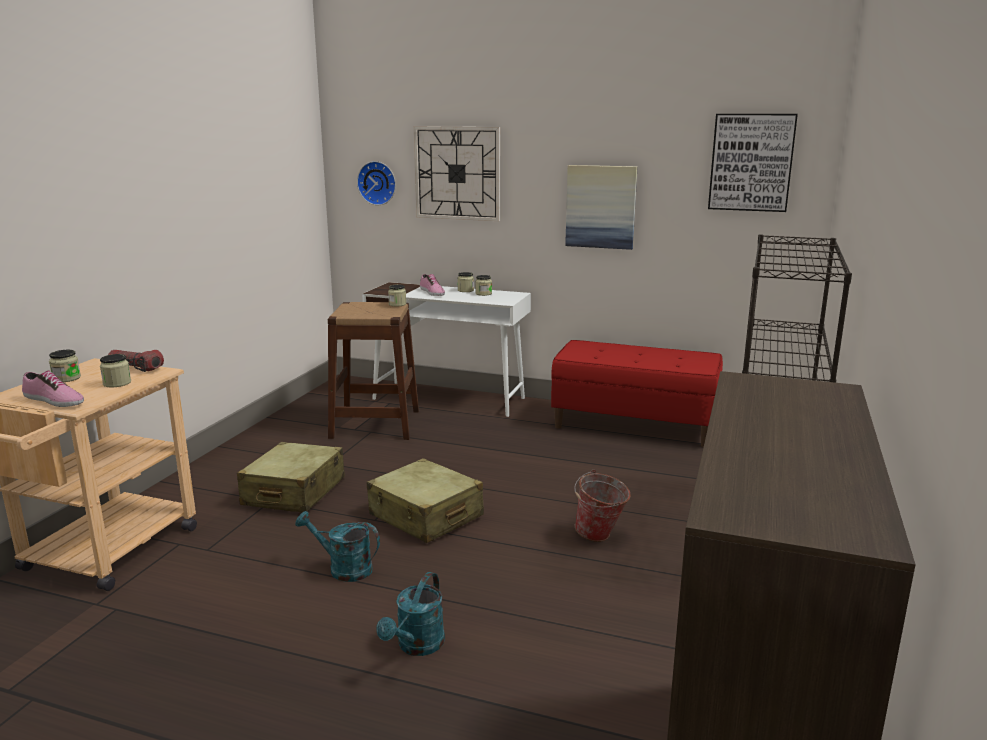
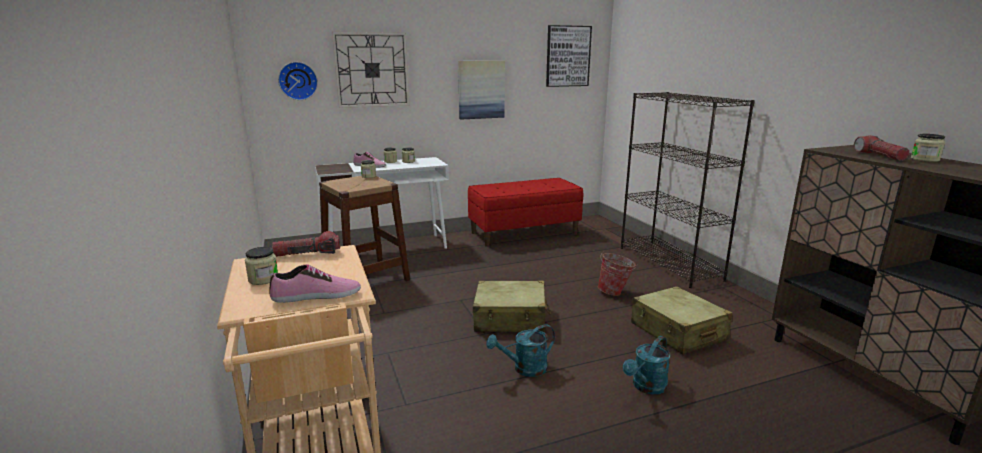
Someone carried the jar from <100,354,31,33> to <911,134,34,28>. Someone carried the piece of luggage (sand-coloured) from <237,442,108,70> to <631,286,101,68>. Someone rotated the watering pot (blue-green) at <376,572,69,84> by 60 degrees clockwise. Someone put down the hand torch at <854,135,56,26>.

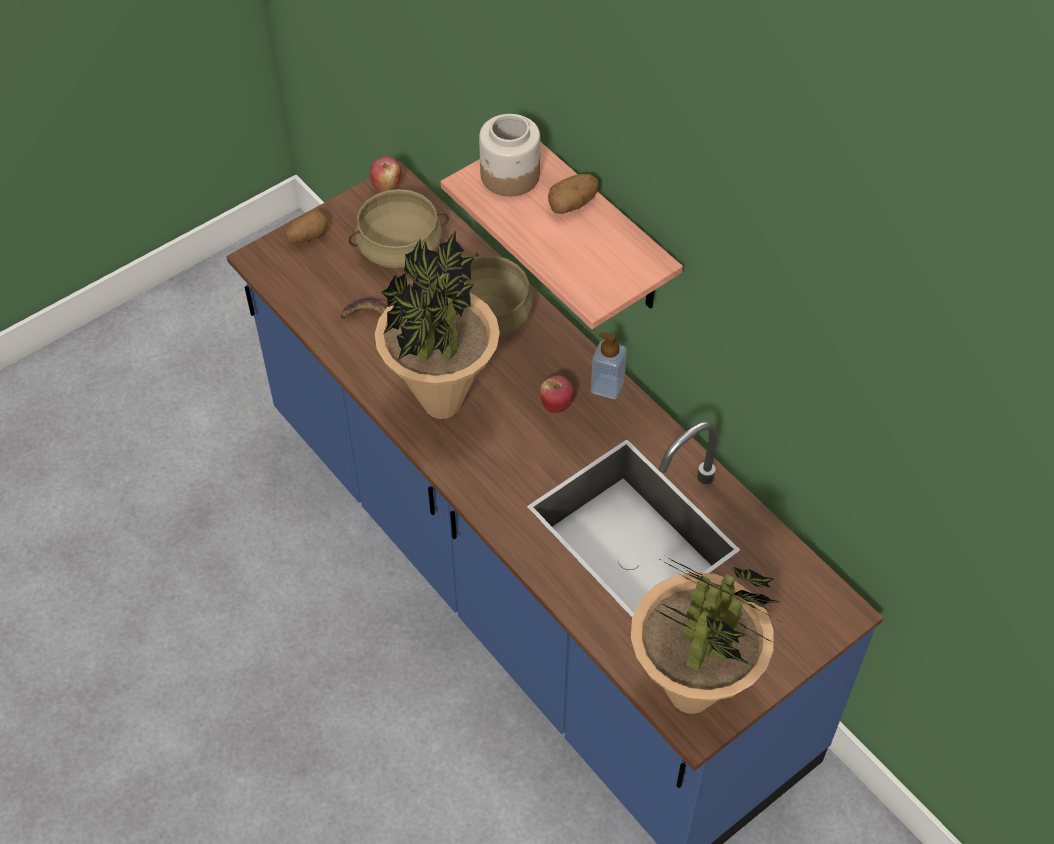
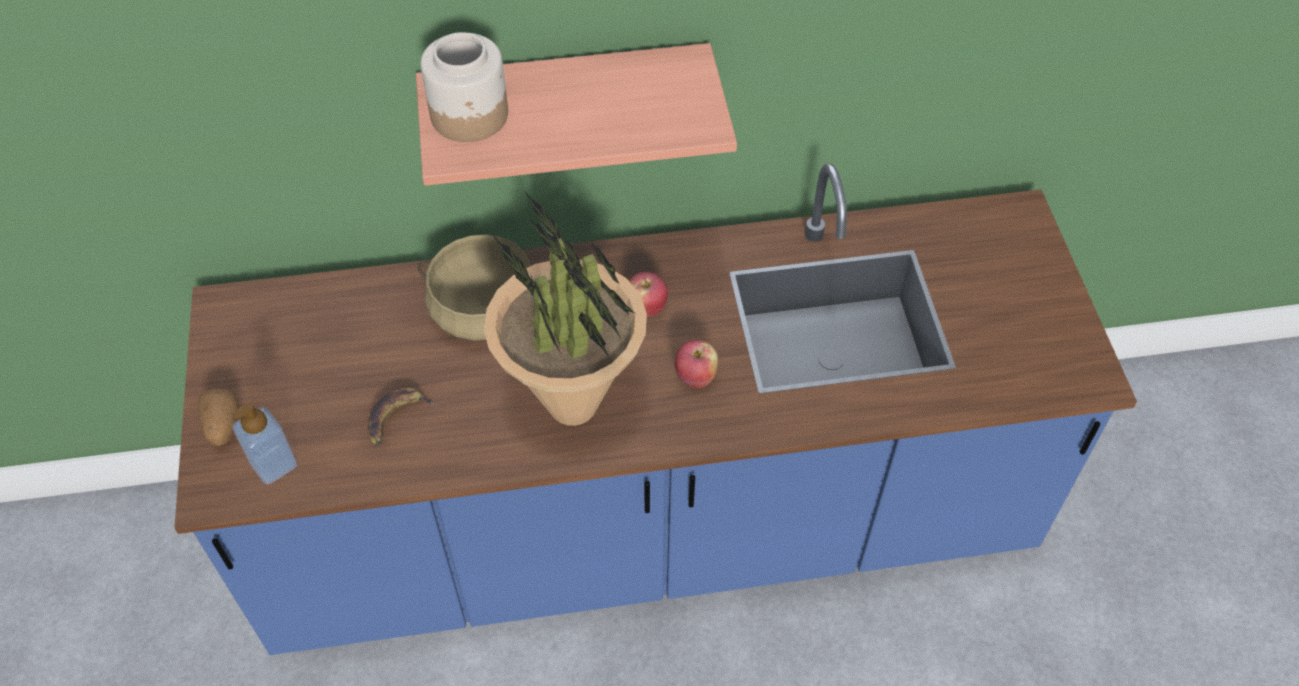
Someone took away the cooking pot (sand-coloured) at <349,189,100,80>. Someone carried the apple fruit from <370,157,31,35> to <675,340,43,48>. Someone took away the spud at <548,174,50,40>. Someone carried the liquid soap bottle from <591,332,36,67> to <232,403,65,81>. Someone took away the houseplant at <631,557,162,157>.

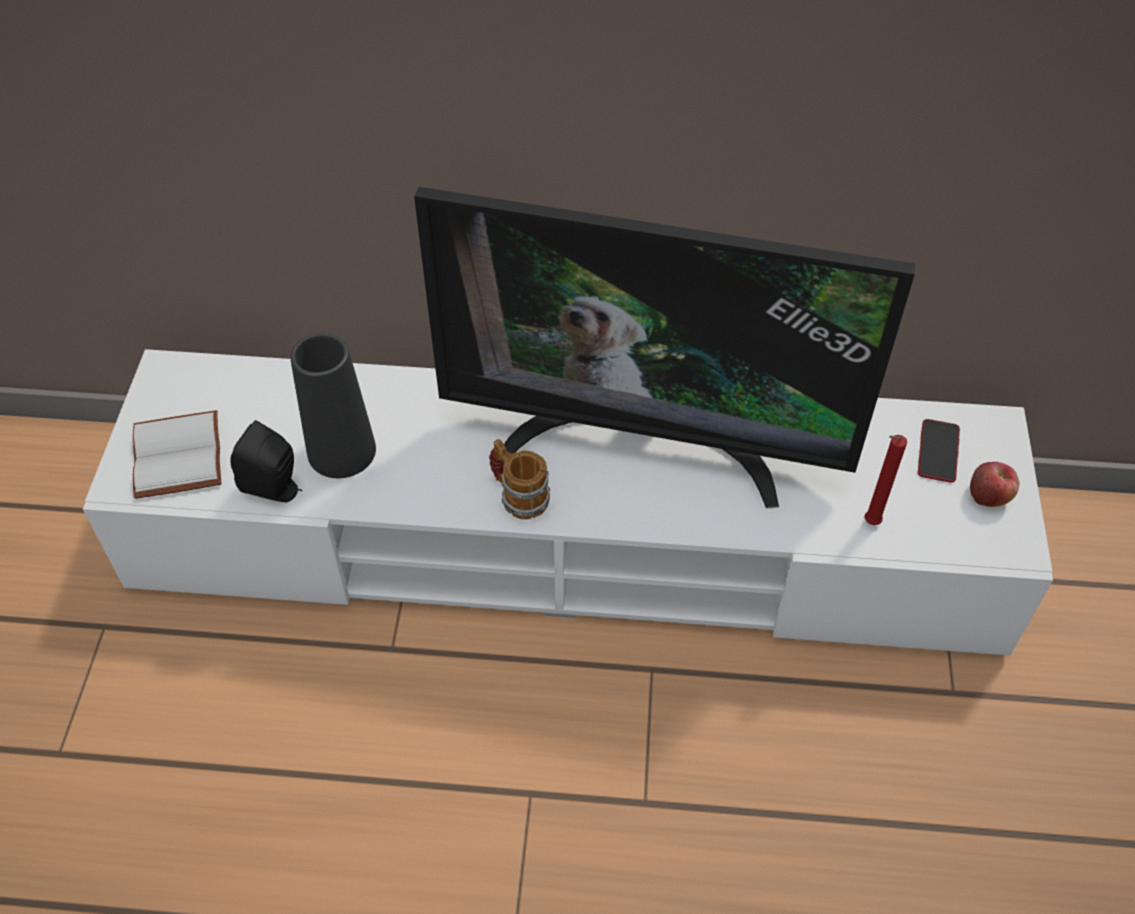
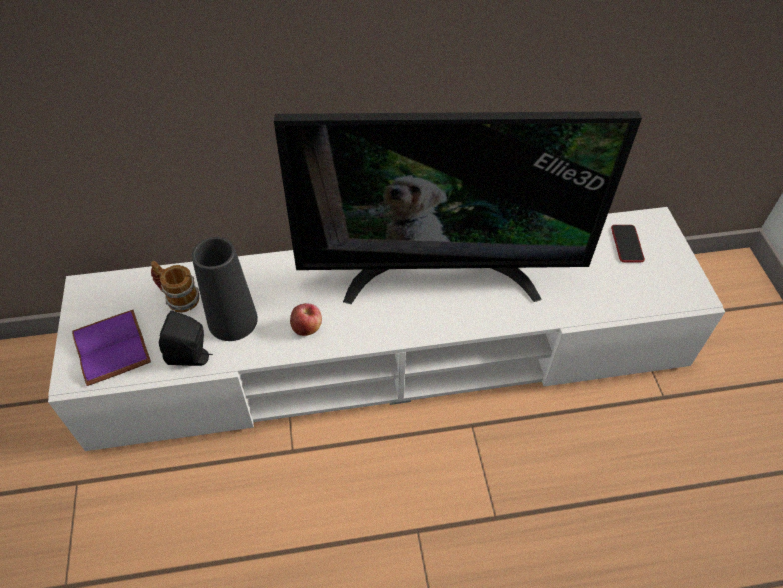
Someone repainted the book (whitish) at <133,410,89,89>, which became the book (purple-coloured) at <72,310,79,76>. Someone carried the tea mug from <489,439,61,80> to <150,261,49,52>. Someone took away the candle (red) at <864,435,43,90>. Someone carried the apple fruit from <970,462,49,45> to <290,303,32,33>.

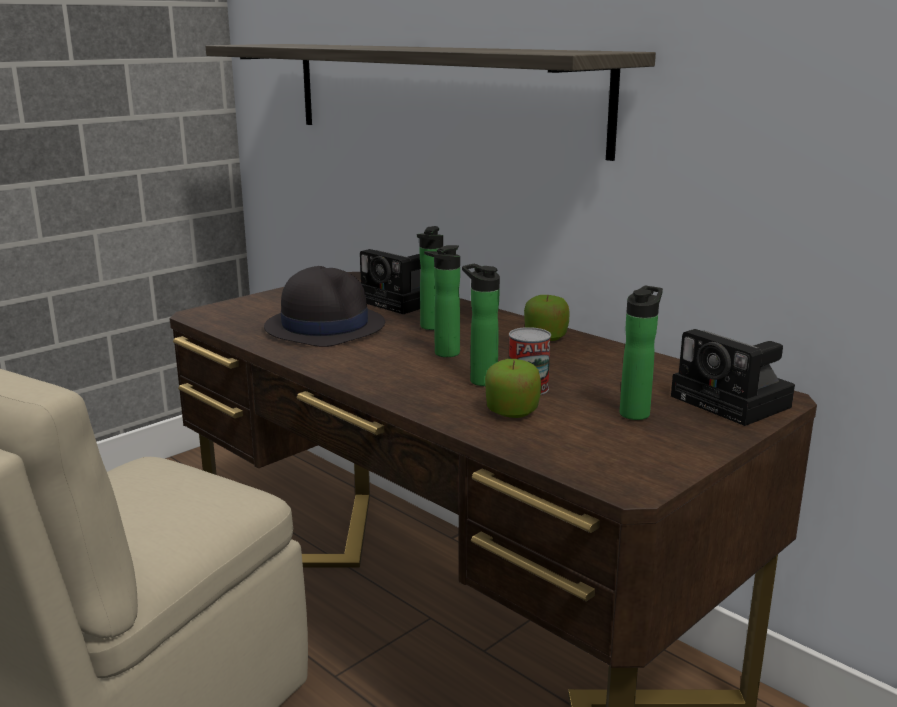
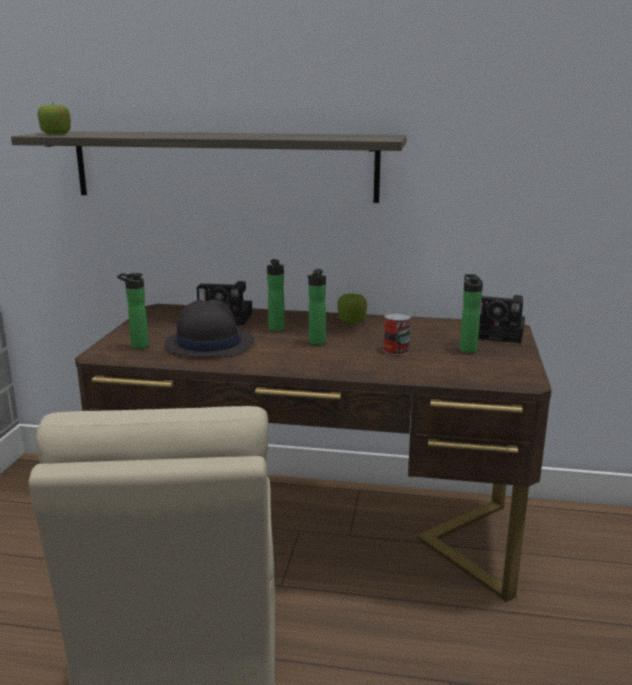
Someone carried the drink bottle from <462,264,38,122> to <117,273,32,76>. Someone carried the apple fruit from <485,359,56,59> to <38,102,33,32>.

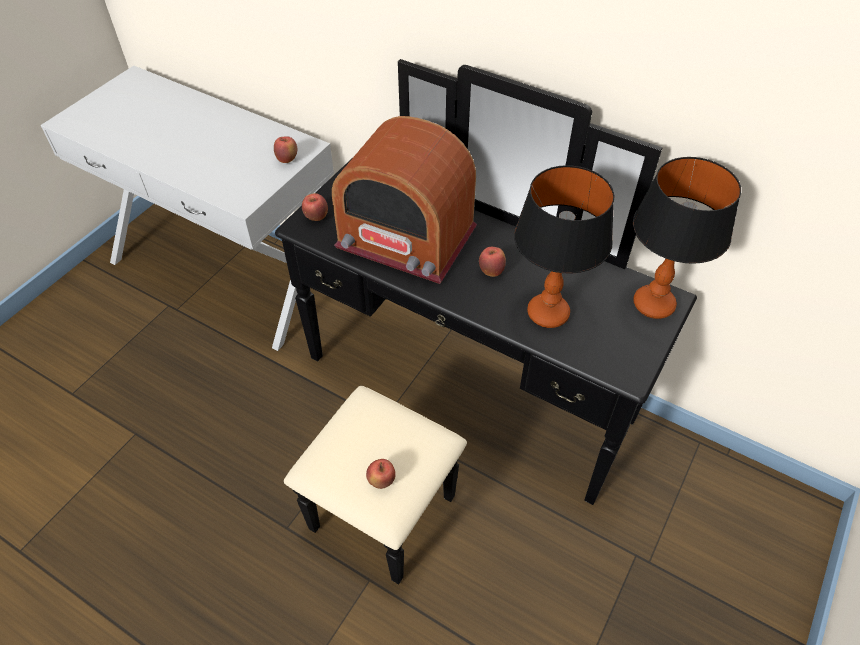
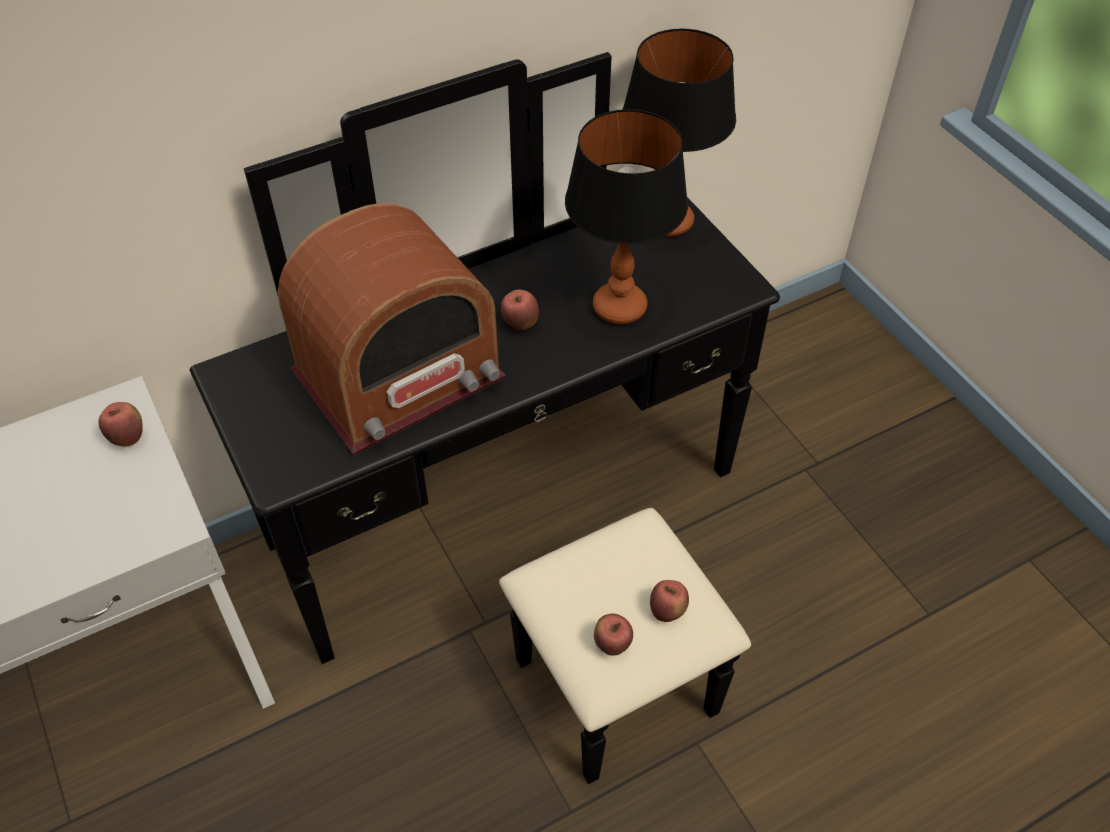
Someone carried the apple fruit from <302,193,26,28> to <594,614,39,42>.

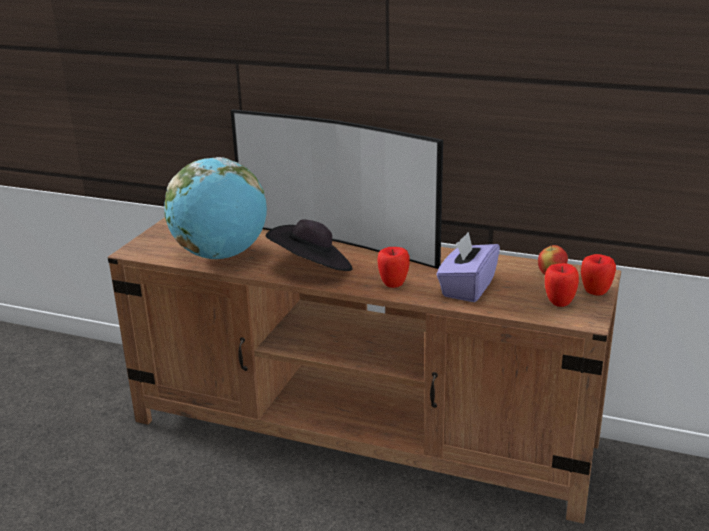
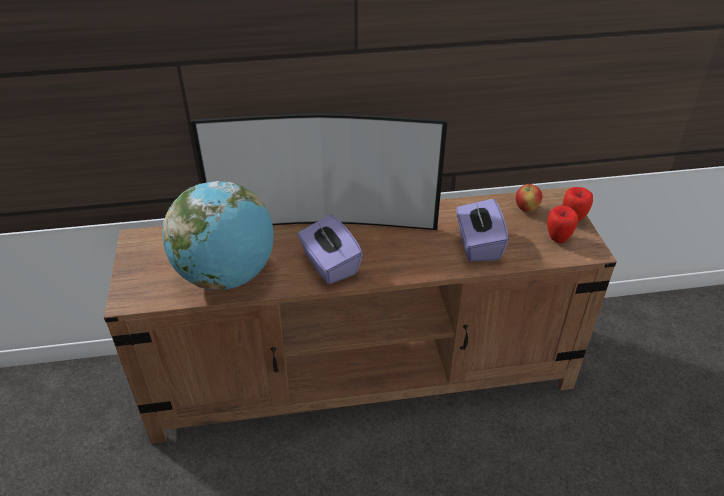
Someone swapped the wearable hat (blackish) at <265,219,88,52> for the tissue box (purple-coloured) at <297,215,66,69>. Someone took away the apple fruit at <377,247,33,41>.

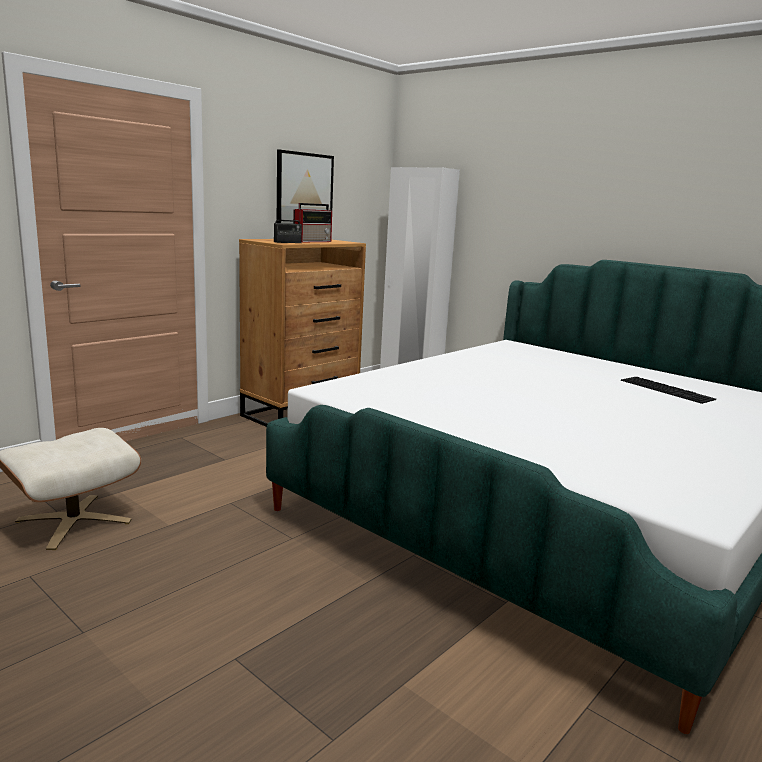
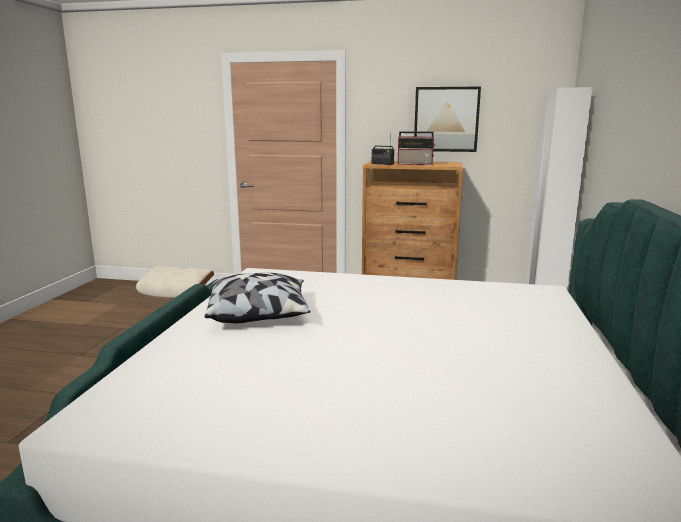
Someone took away the computer keyboard at <621,377,95,27>. Someone put down the cushion at <205,273,106,50>.

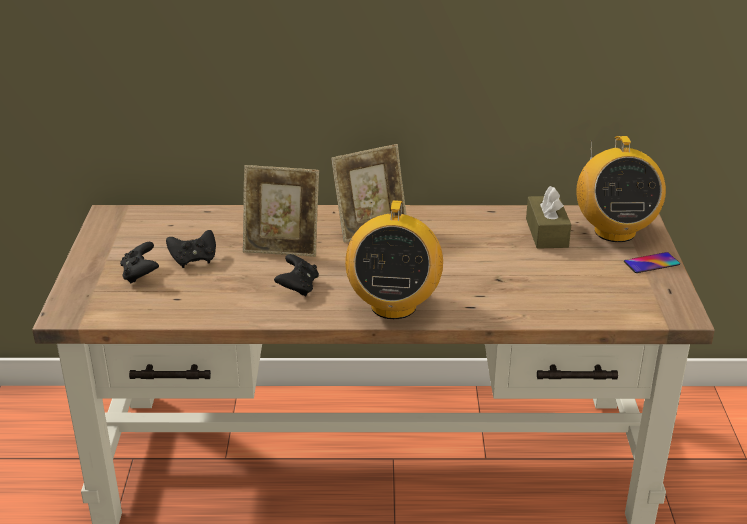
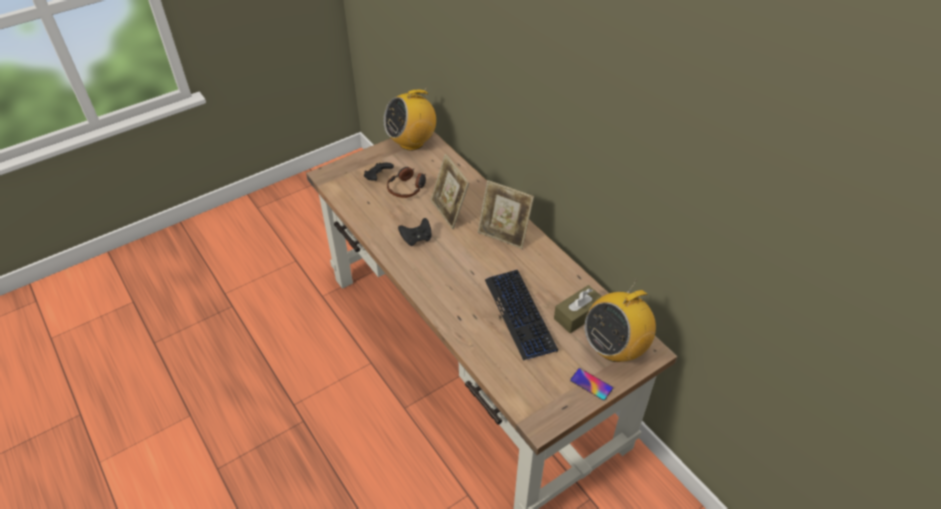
Someone swapped the joypad (blackish) at <166,230,50,38> for the headset at <387,167,39,31>. Someone carried the radio receiver from <345,200,98,119> to <384,87,52,64>. Someone put down the computer keyboard at <485,270,73,91>.

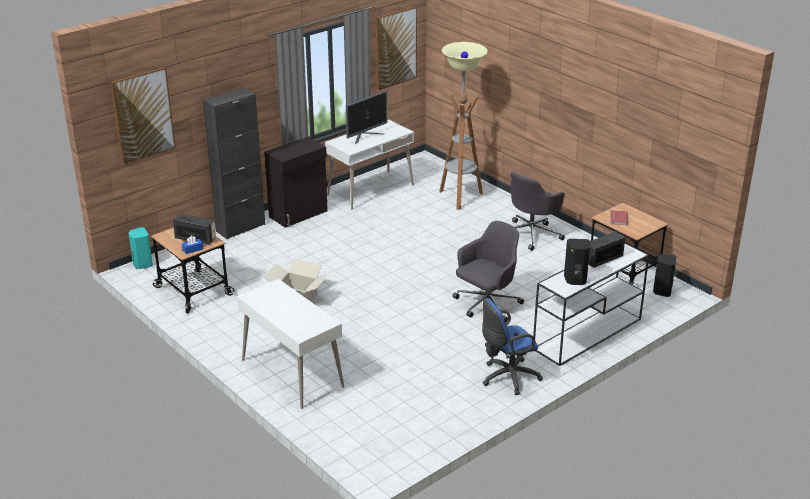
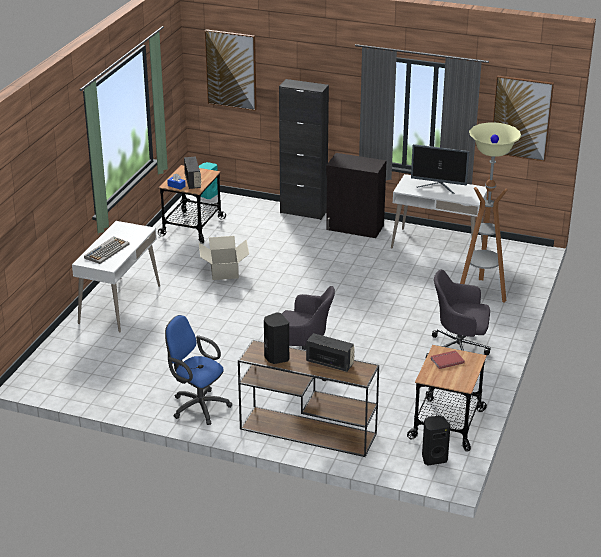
Someone repainted the narrow table (whitish) at <533,243,116,123>, which became the narrow table (brown) at <238,339,141,118>. Someone put down the computer keyboard at <84,236,45,28>.

